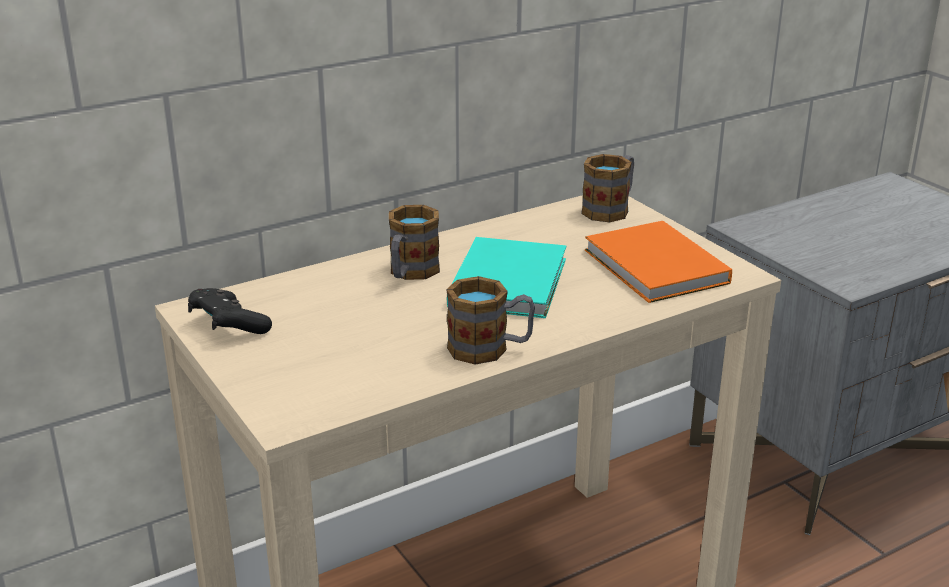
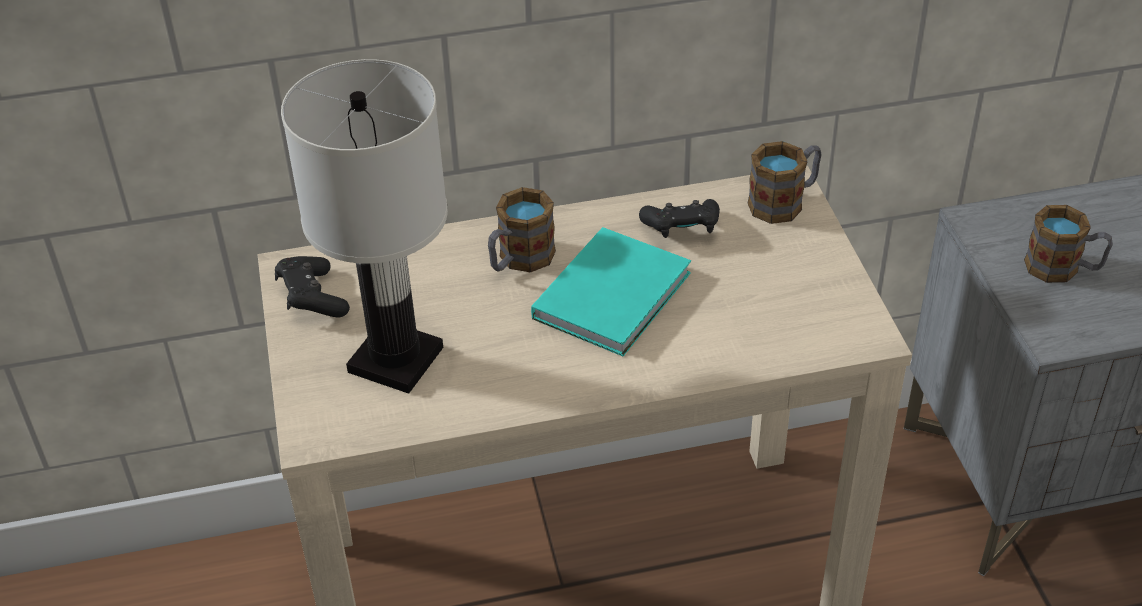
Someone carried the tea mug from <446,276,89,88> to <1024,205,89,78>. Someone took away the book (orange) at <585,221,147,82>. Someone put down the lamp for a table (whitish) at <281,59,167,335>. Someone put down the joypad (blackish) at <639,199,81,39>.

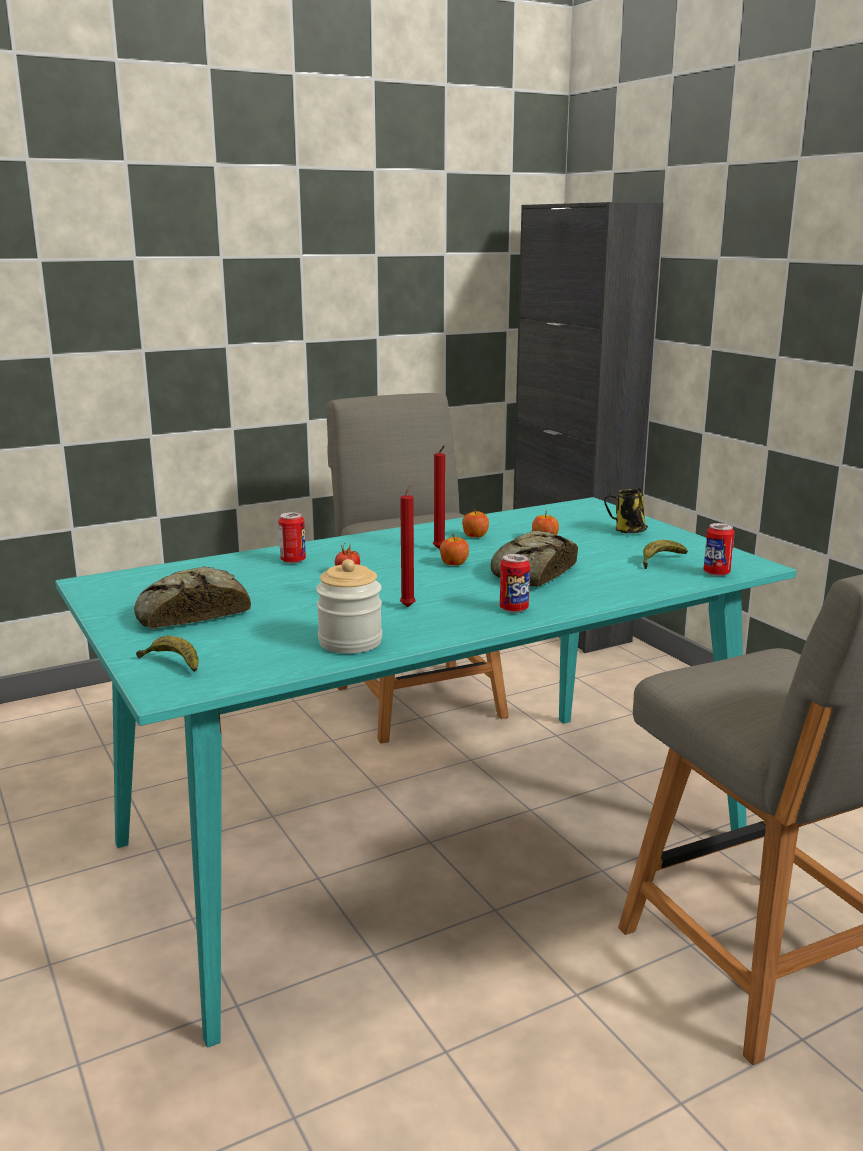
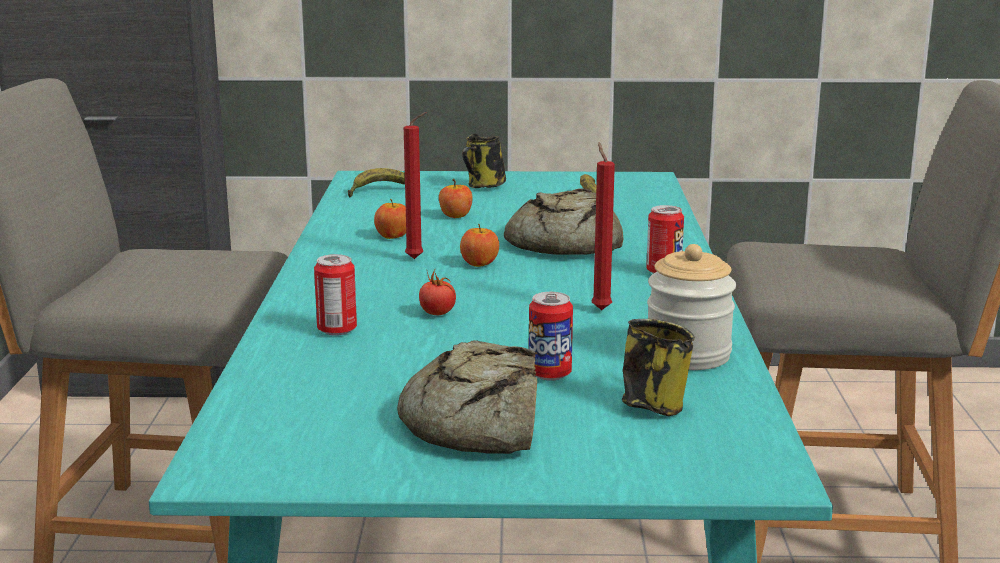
Someone carried the banana fruit from <136,636,63,36> to <348,168,57,30>. Someone carried the can from <703,523,32,53> to <529,292,44,89>. Someone put down the tea mug at <622,319,73,97>.

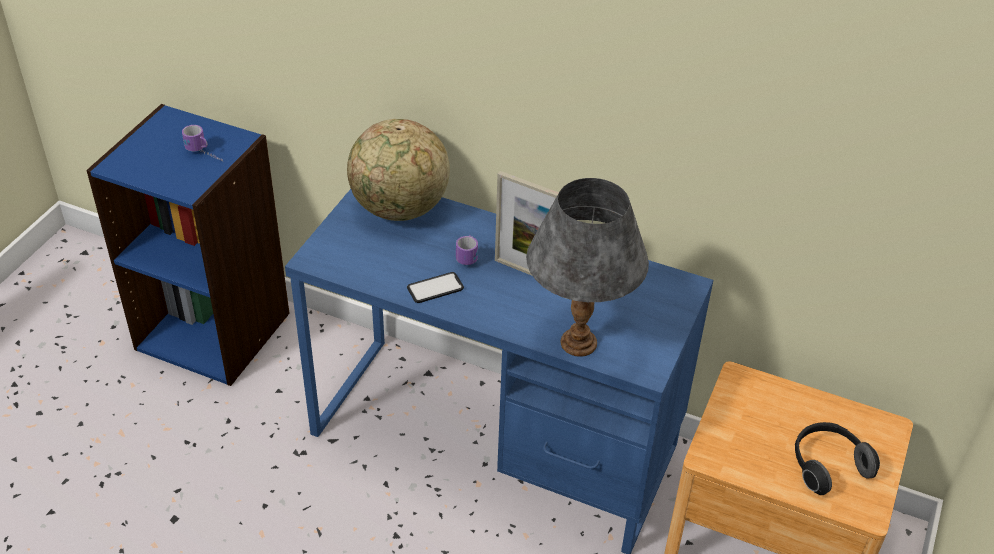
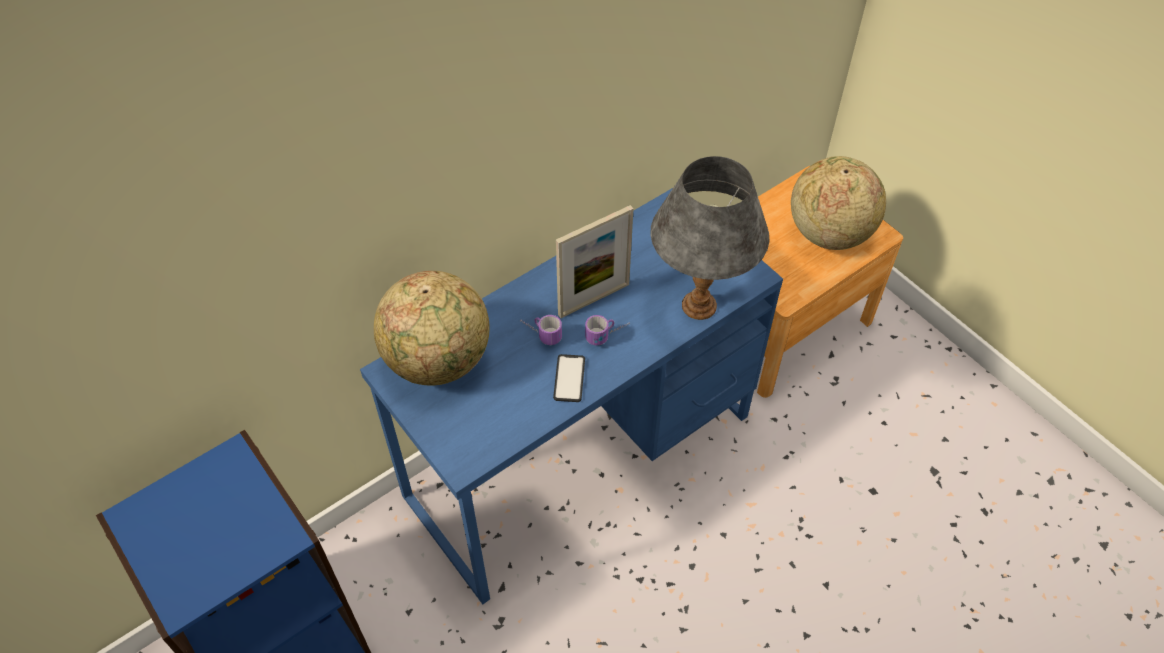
Someone carried the tea mug from <182,125,41,36> to <585,315,45,30>. Someone swapped the headset at <795,422,85,73> for the world globe at <791,156,95,94>.

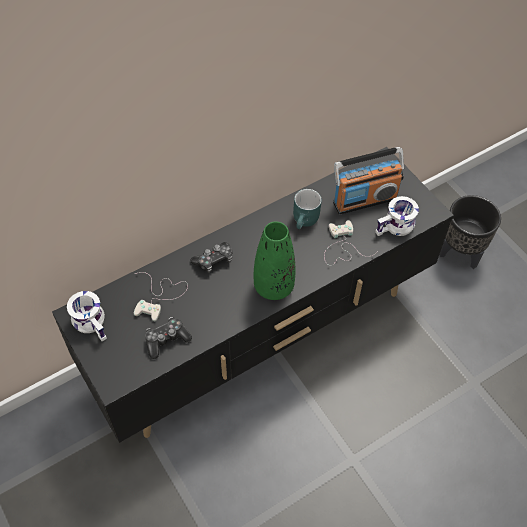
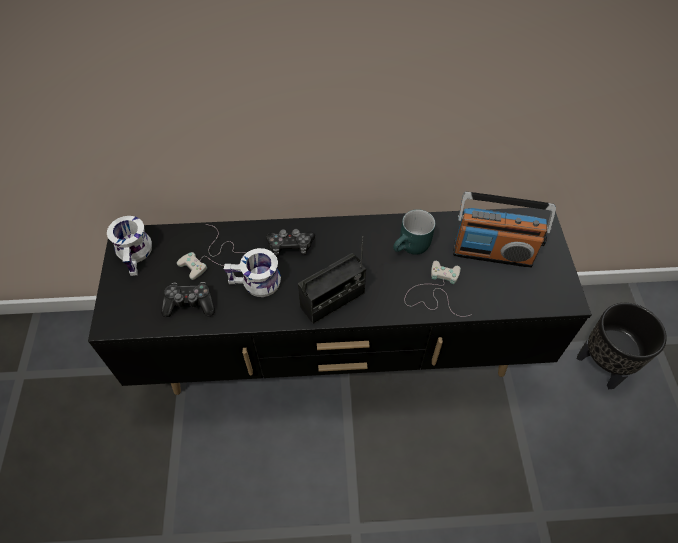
Someone swapped the vase (greenish) at <254,221,41,79> for the radio receiver at <298,236,68,88>. Someone carried the tea mug (whitish) from <375,196,44,40> to <224,248,57,49>.

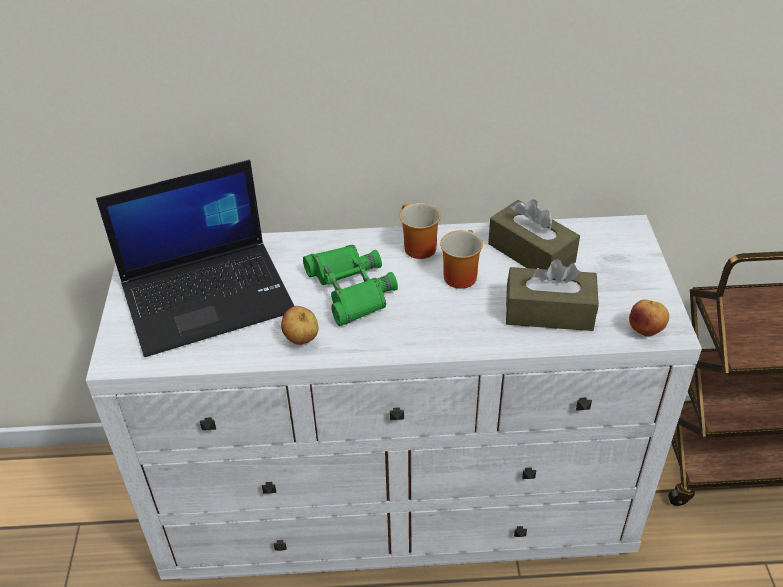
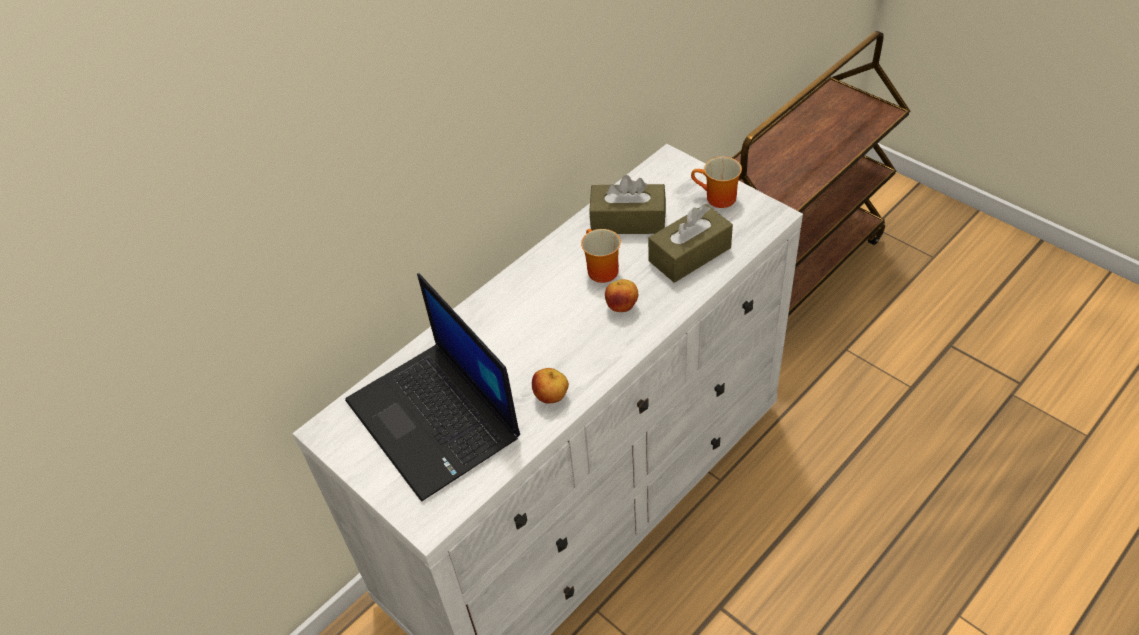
Someone rotated the notebook computer at <96,160,198,197> by 120 degrees clockwise. Someone took away the field glasses (greenish) at <303,245,95,81>. Someone carried the tea mug from <400,203,41,56> to <691,157,51,51>. Someone carried the apple fruit from <629,300,40,36> to <605,279,33,33>.

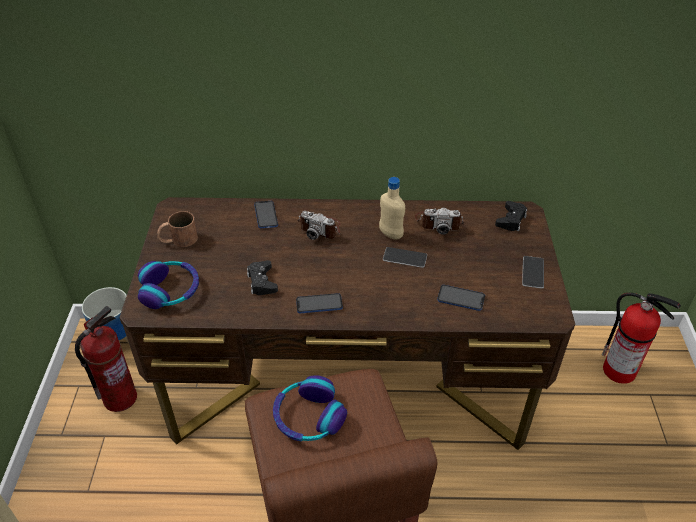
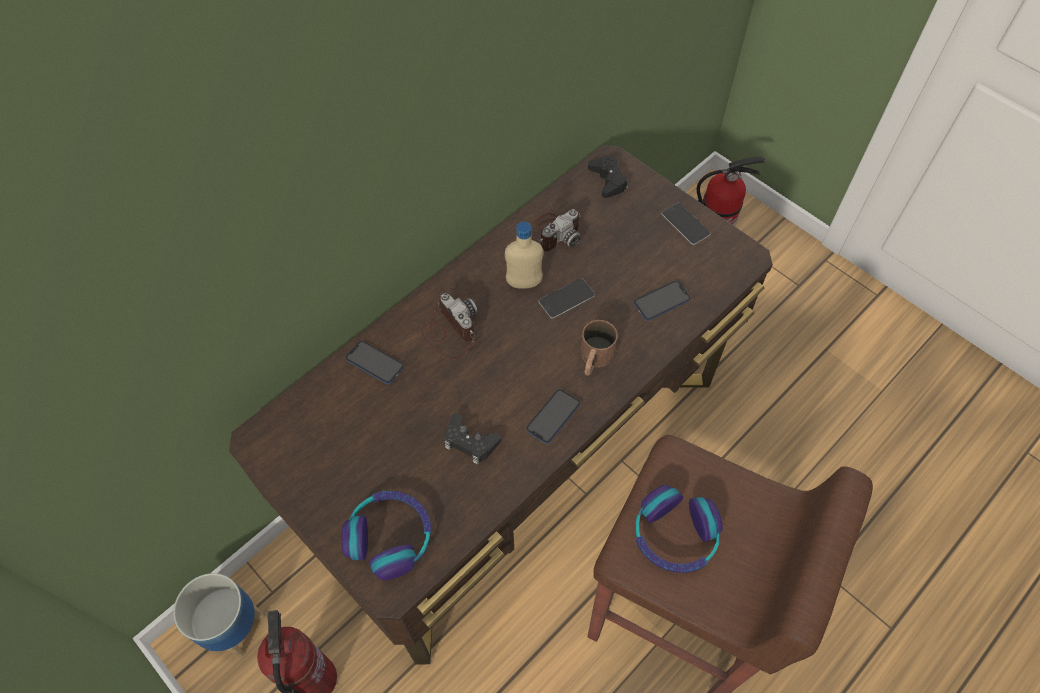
Someone carried the tea mug (brown) from <157,211,41,36> to <580,320,38,56>. Someone rotated the still camera at <297,211,44,29> by 105 degrees counterclockwise.

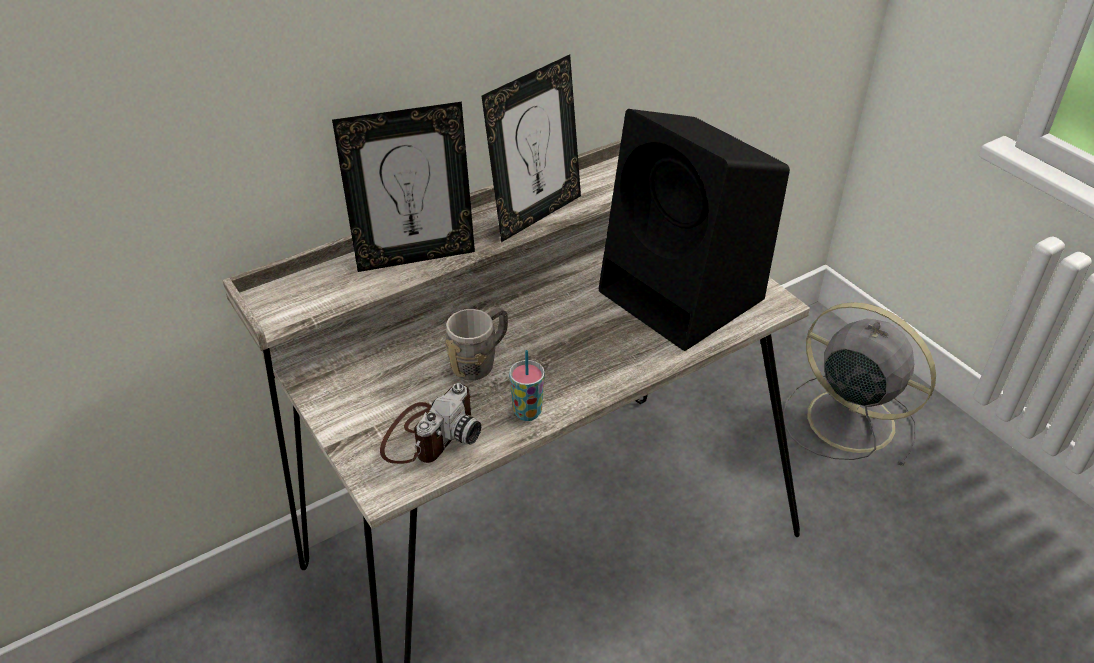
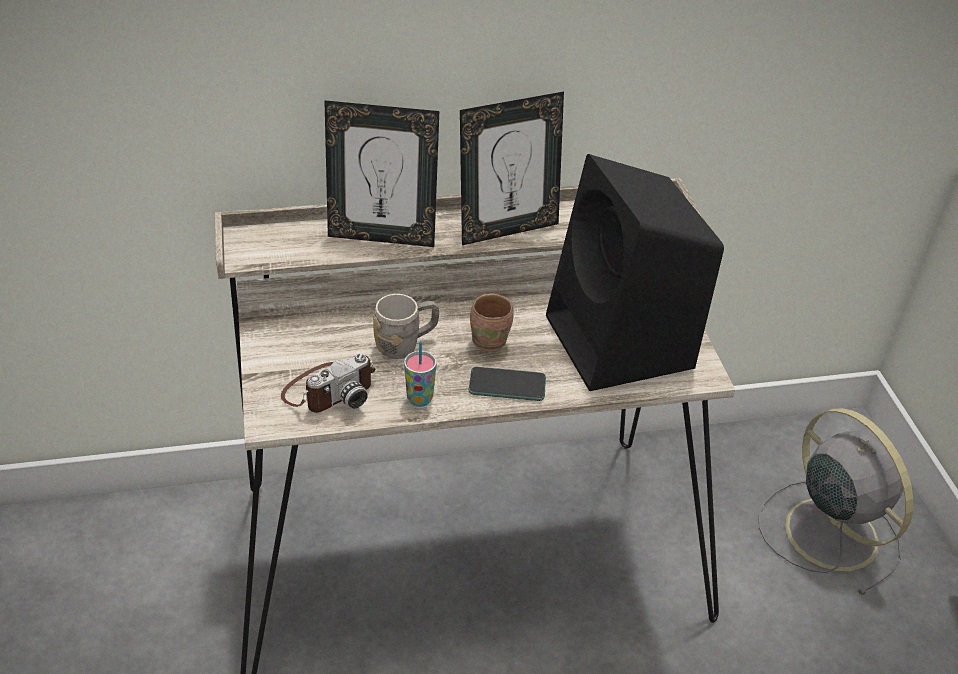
Someone put down the phone at <469,367,77,34>. Someone put down the tea mug (brown) at <470,294,43,58>.

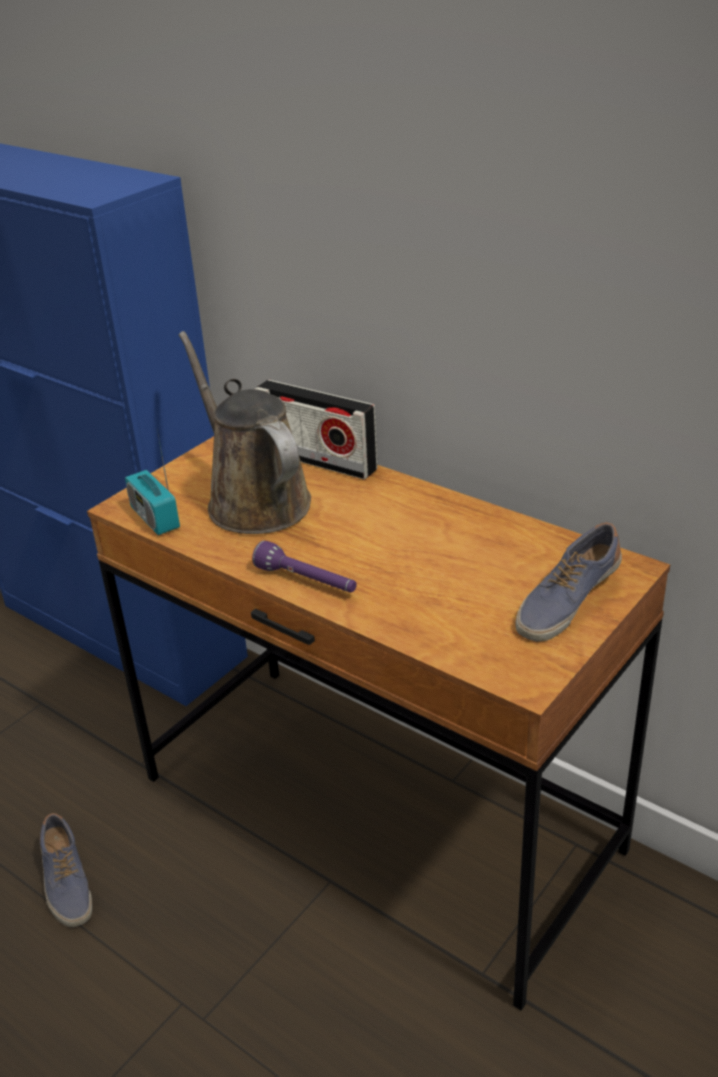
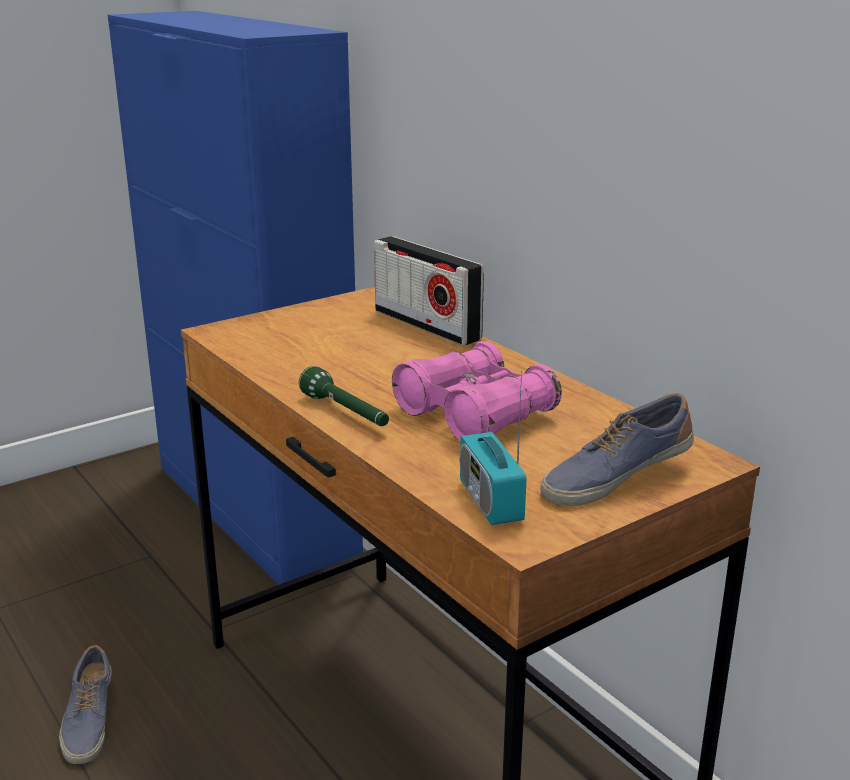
Someone carried the radio receiver from <125,428,55,107> to <460,371,67,154>. Someone took away the watering pot (brown) at <179,331,132,203>. Someone repainted the hand torch (purple-coloured) at <252,541,105,51>, which became the hand torch (greenish) at <299,366,90,60>. Someone put down the field glasses (pink) at <392,341,170,100>.

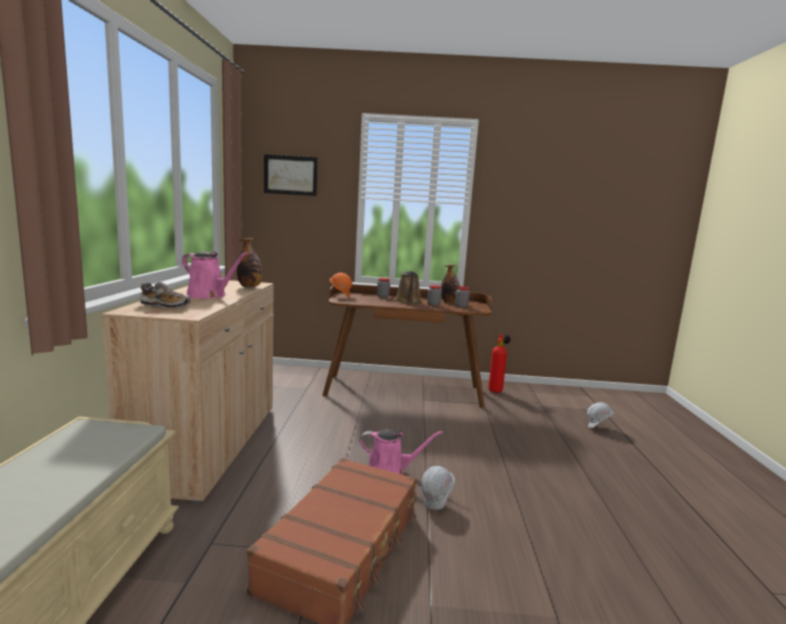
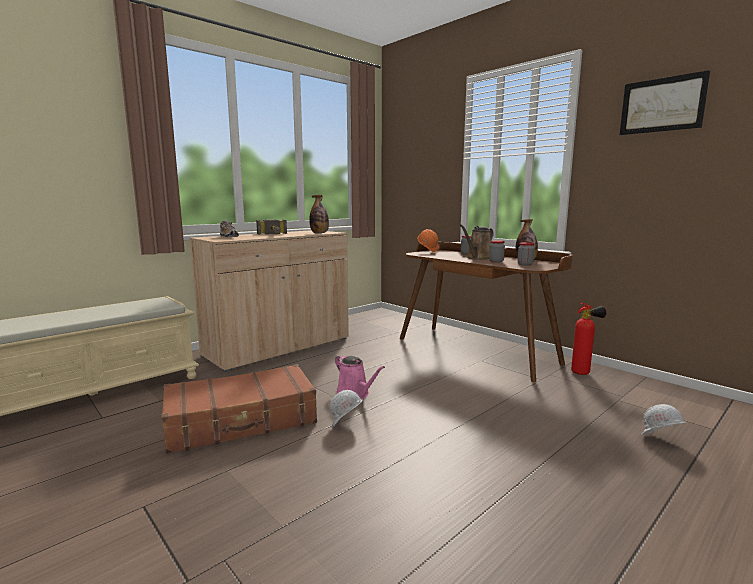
Someone swapped the watering pot (pink) at <182,251,66,48> for the hammer at <256,219,31,16>. Someone carried the wall art from <264,154,54,42> to <620,70,90,65>.

